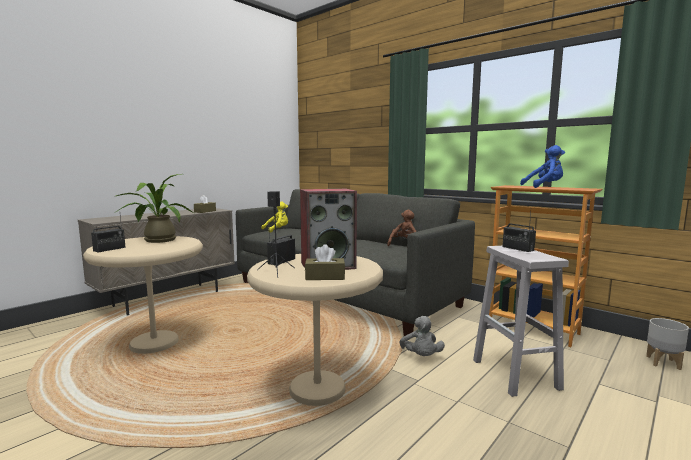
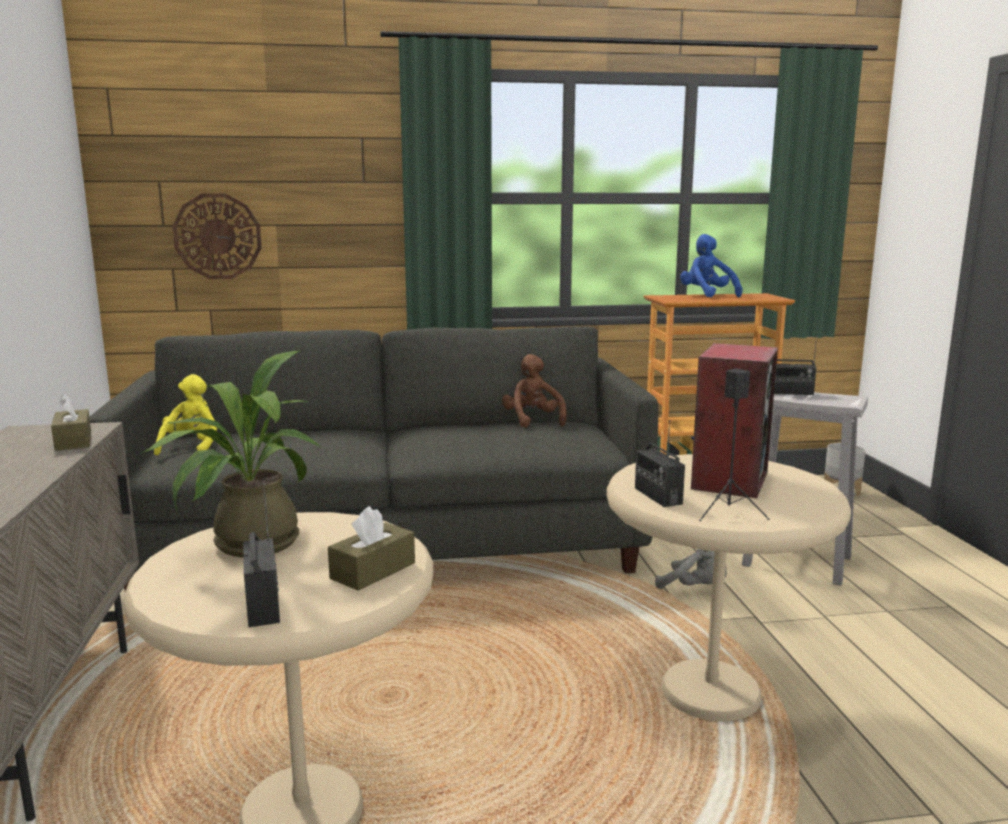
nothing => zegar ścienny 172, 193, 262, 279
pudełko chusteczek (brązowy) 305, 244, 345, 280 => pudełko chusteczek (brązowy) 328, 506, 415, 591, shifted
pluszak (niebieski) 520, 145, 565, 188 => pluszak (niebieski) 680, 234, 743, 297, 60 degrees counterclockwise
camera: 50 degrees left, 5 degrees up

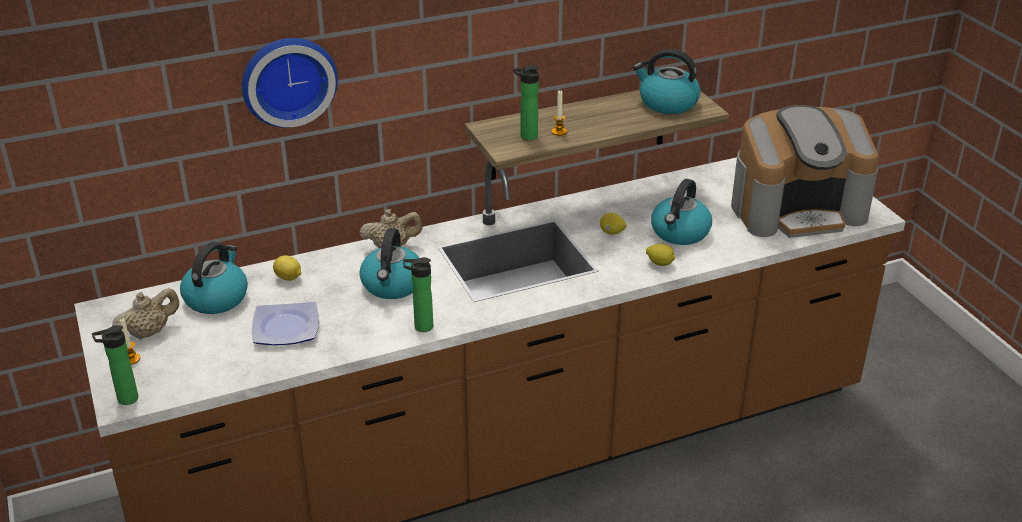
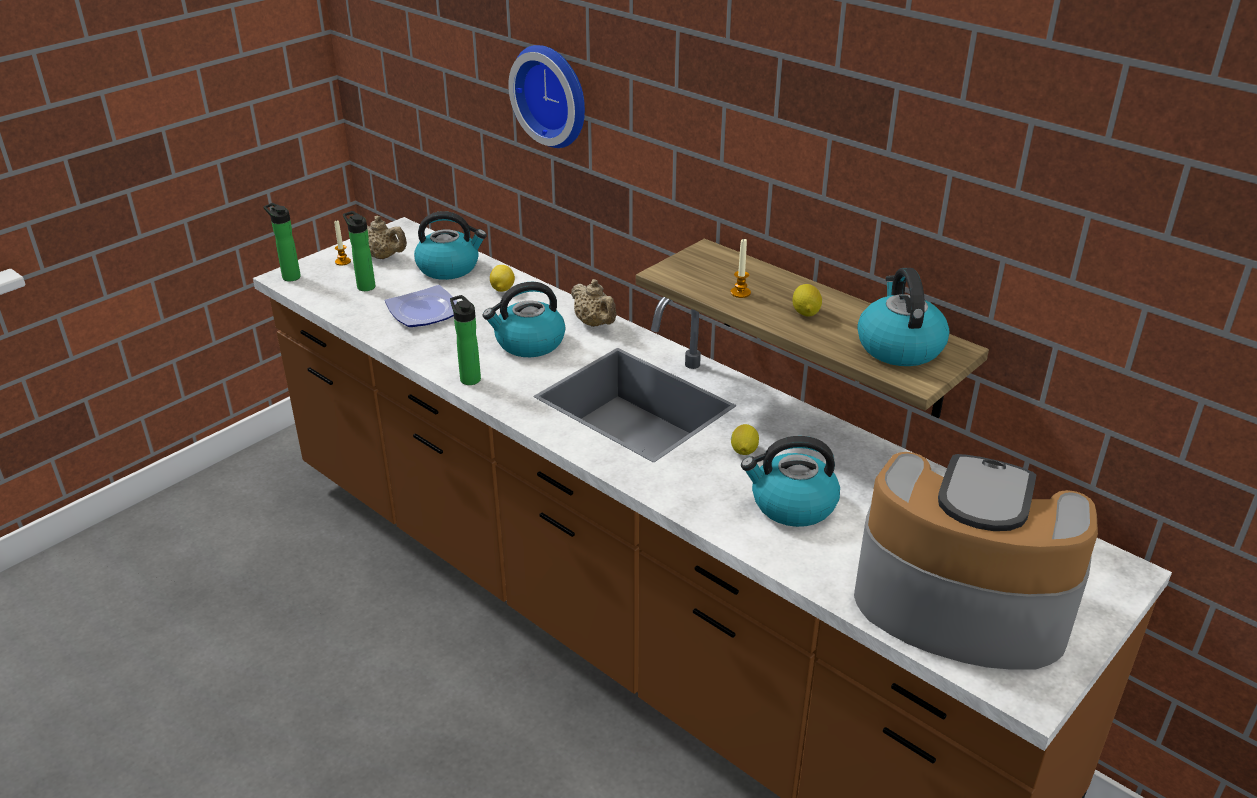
butelka 513, 65, 539, 140 => butelka 343, 211, 375, 291, shifted
cytryna 646, 244, 675, 266 => cytryna 792, 284, 822, 317, shifted
ekspres do kawy 731, 105, 879, 238 => ekspres do kawy 854, 452, 1098, 669, 150 degrees clockwise
camera: 65 degrees right, 0 degrees up

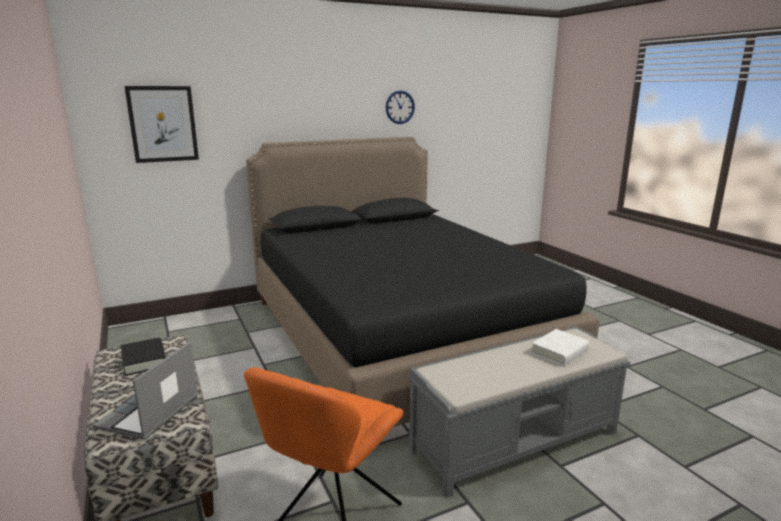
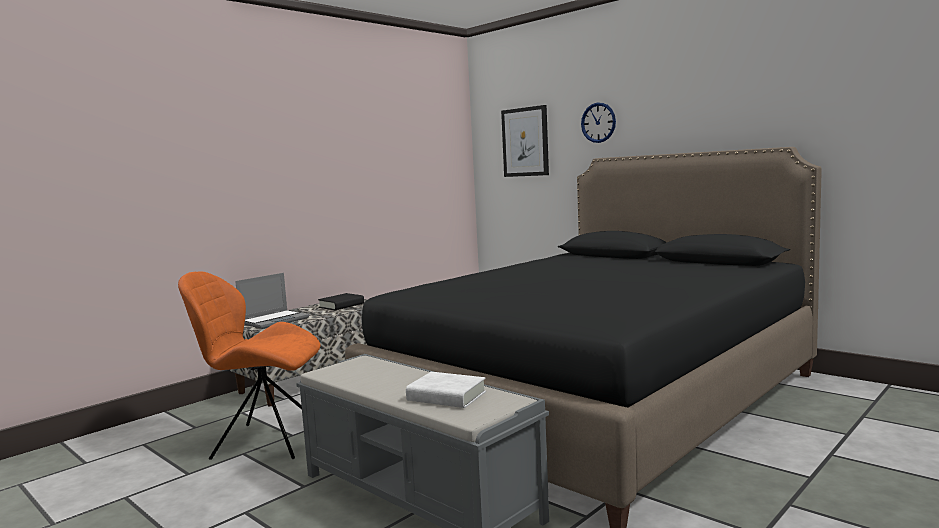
laptop 93, 341, 198, 440 => laptop 235, 273, 309, 329, 135 degrees clockwise
zegar ścienny 386, 90, 415, 124 => zegar ścienny 581, 103, 616, 143, shifted
camera: 70 degrees right, 10 degrees down

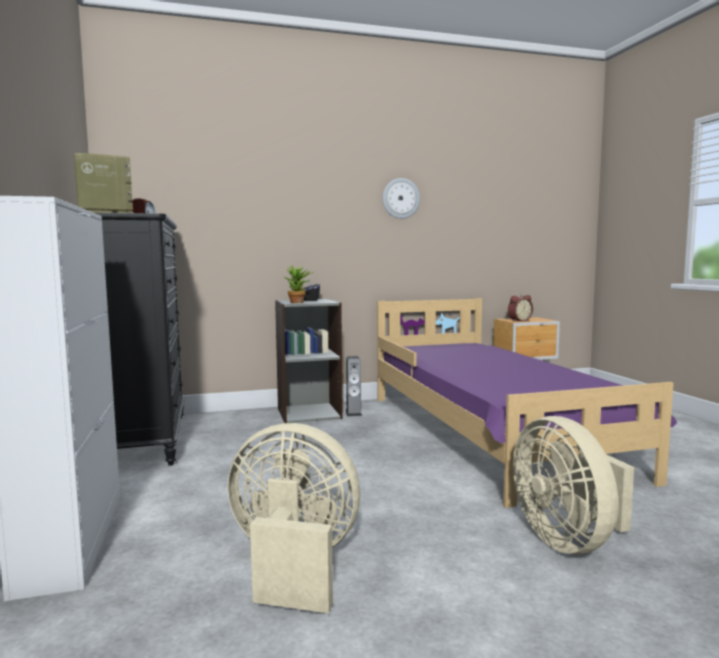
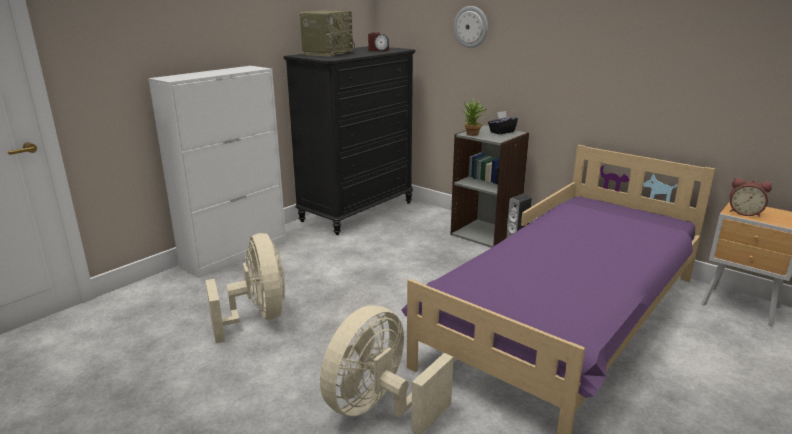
zegar ścienny 383, 178, 420, 219 => zegar ścienny 454, 6, 488, 48, shifted
camera: 55 degrees right, 15 degrees up

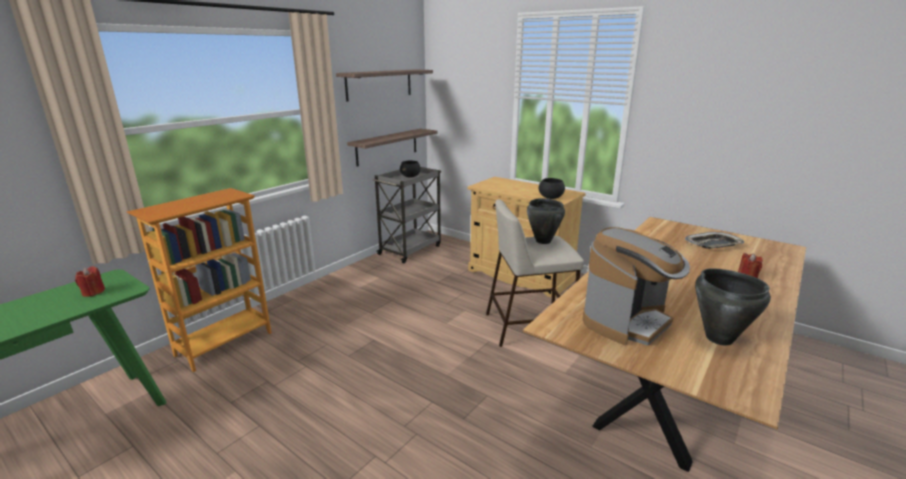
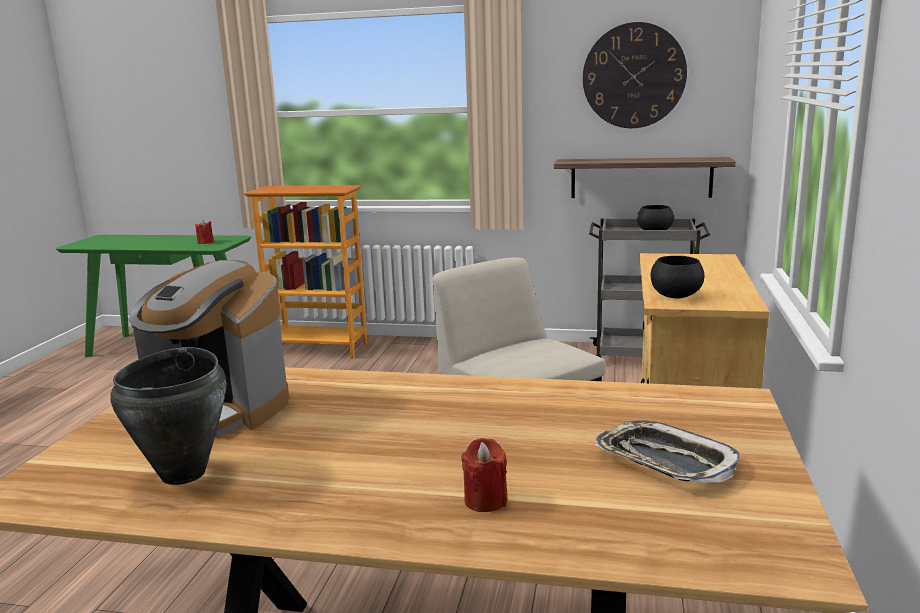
półka 336, 69, 433, 101 => zegar ścienny 583, 22, 687, 128
garnek (czarny) 527, 198, 565, 244 => nothing
camera: 65 degrees right, 5 degrees down

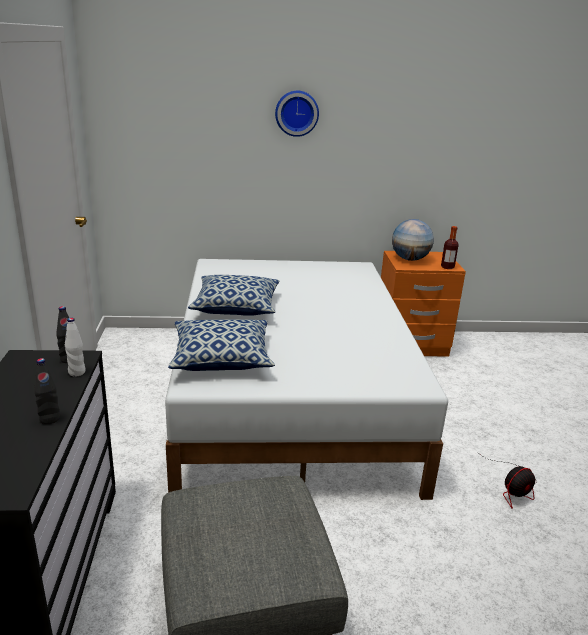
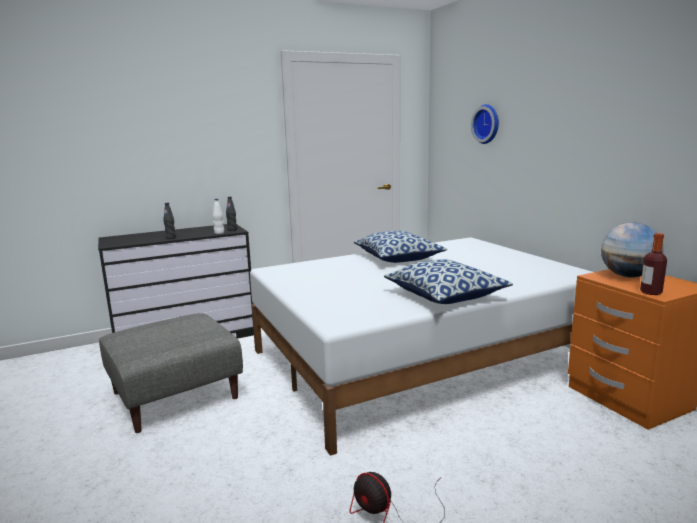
poduszka 168, 319, 275, 371 => poduszka 384, 259, 513, 304, shifted
zegar ścienny 275, 91, 319, 137 => zegar ścienny 471, 104, 499, 144, shifted
camera: 70 degrees right, 10 degrees down

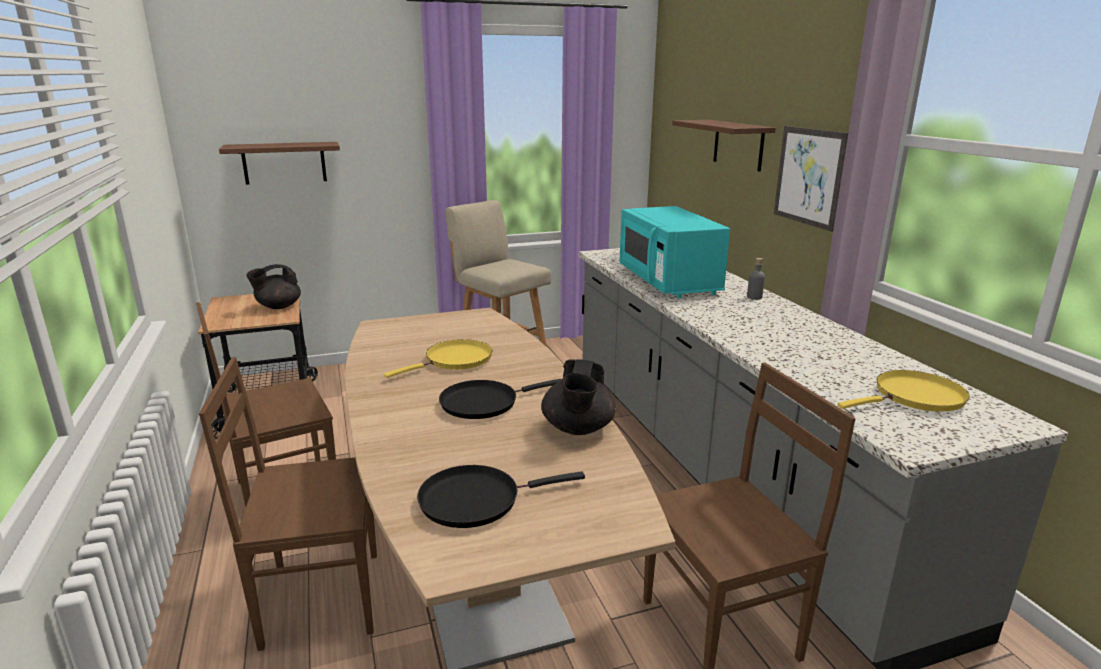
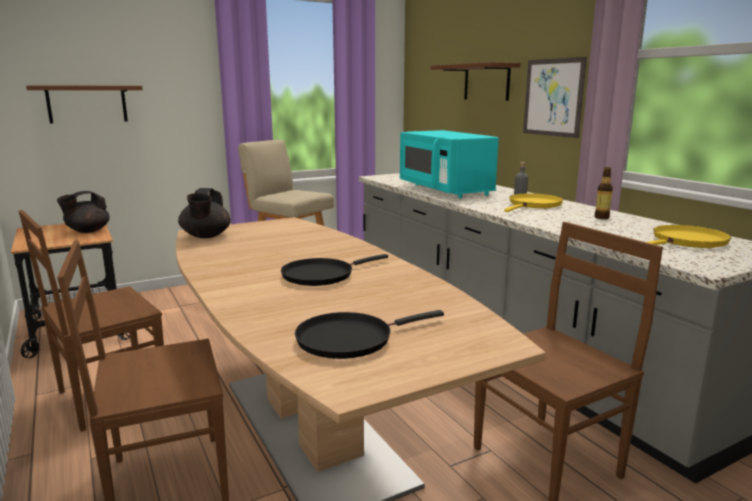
imbryk (czarny) 541, 359, 616, 435 => imbryk (czarny) 178, 188, 231, 238, shifted
patelnia (żółty) 384, 339, 493, 378 => patelnia (żółty) 504, 194, 563, 212, shifted
nothing => butelka 595, 167, 613, 219
camera: 10 degrees left, 5 degrees down

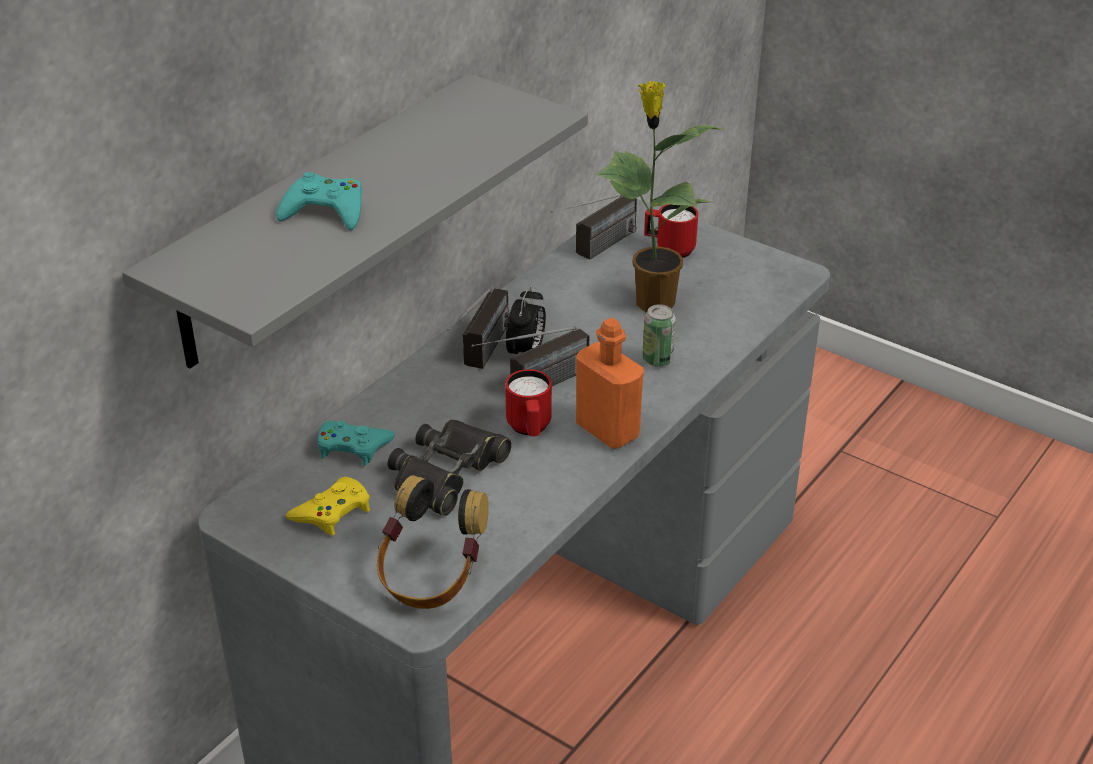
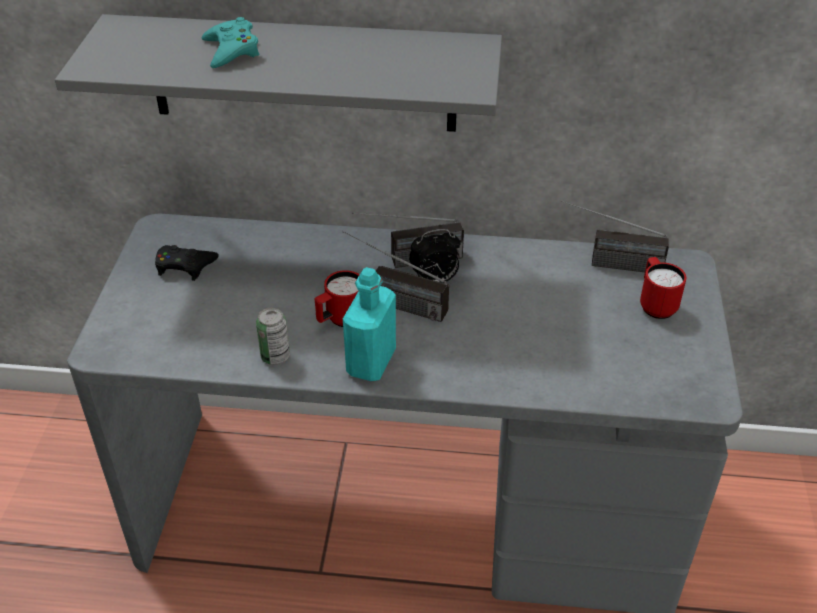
pad do gier (żółty) 286, 477, 370, 536 => pad do gier (czarny) 155, 245, 219, 281
puszka 642, 304, 676, 367 => puszka 256, 308, 290, 365, shifted
butelka (pomarańczowy) 576, 318, 644, 449 => butelka (turkusowy) 343, 267, 396, 381
pad do gier (turkusowy) 318, 421, 395, 466 => nothing
słuchawki 377, 475, 489, 609 => nothing
lornetka (czarny) 388, 420, 512, 516 => nothing
roślina doniczkowa 595, 81, 726, 313 => nothing
camera: 60 degrees right, 5 degrees up

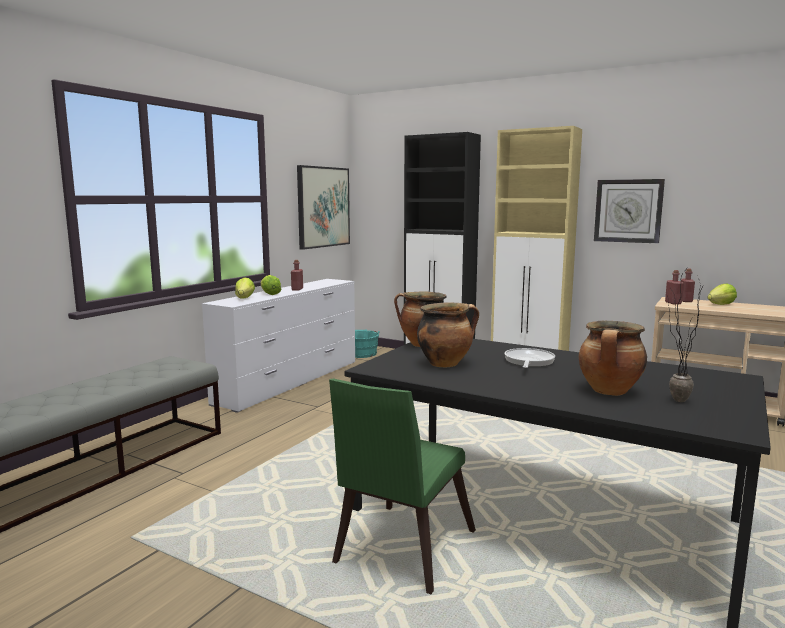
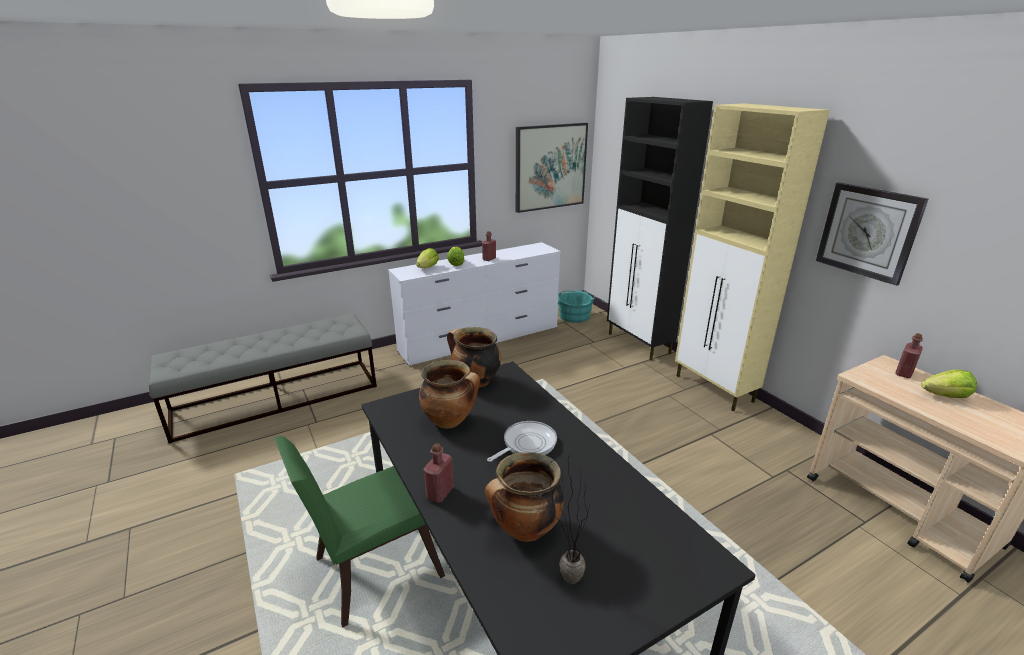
butelka (czerwony) 665, 270, 684, 304 => butelka (czerwony) 423, 443, 454, 503, shifted
camera: 30 degrees right, 15 degrees up

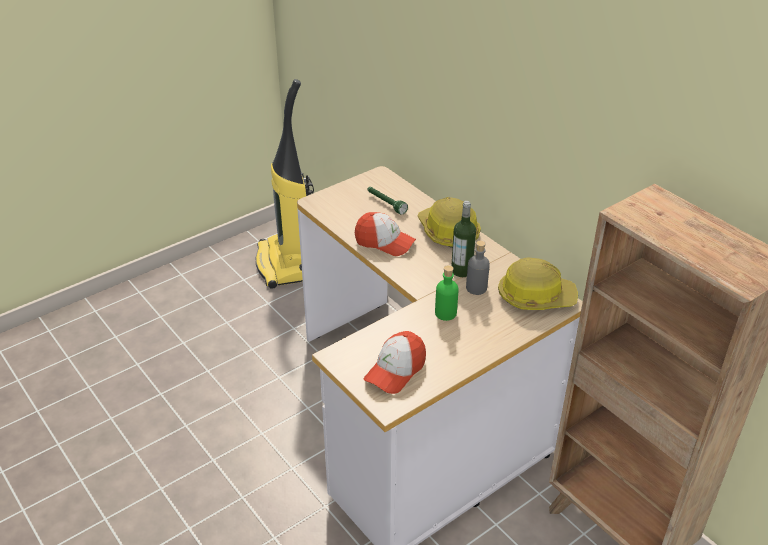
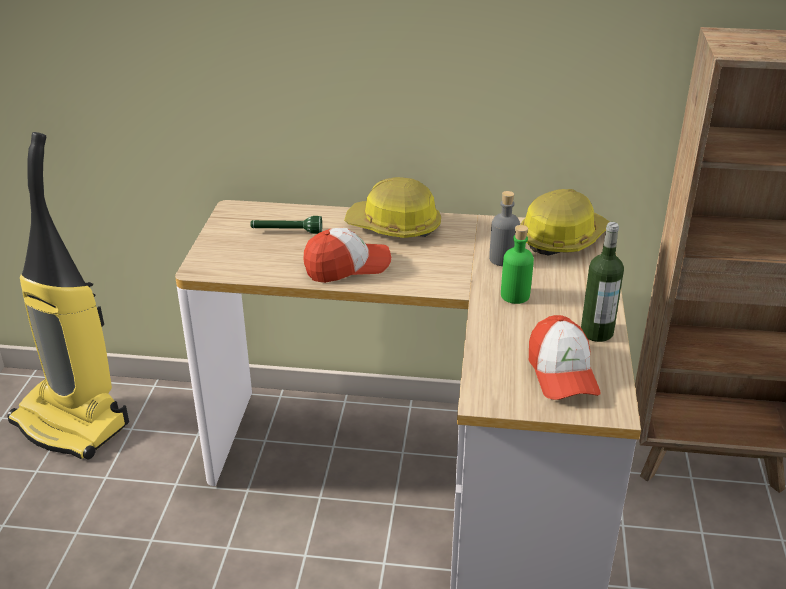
butelka 451, 201, 476, 277 => butelka 581, 222, 624, 342, shifted
camera: 45 degrees left, 5 degrees down

